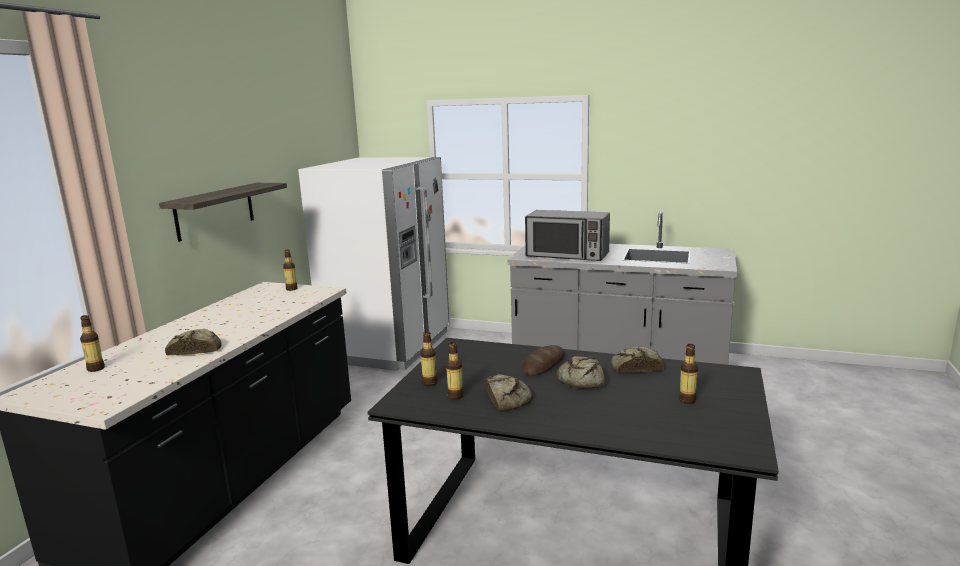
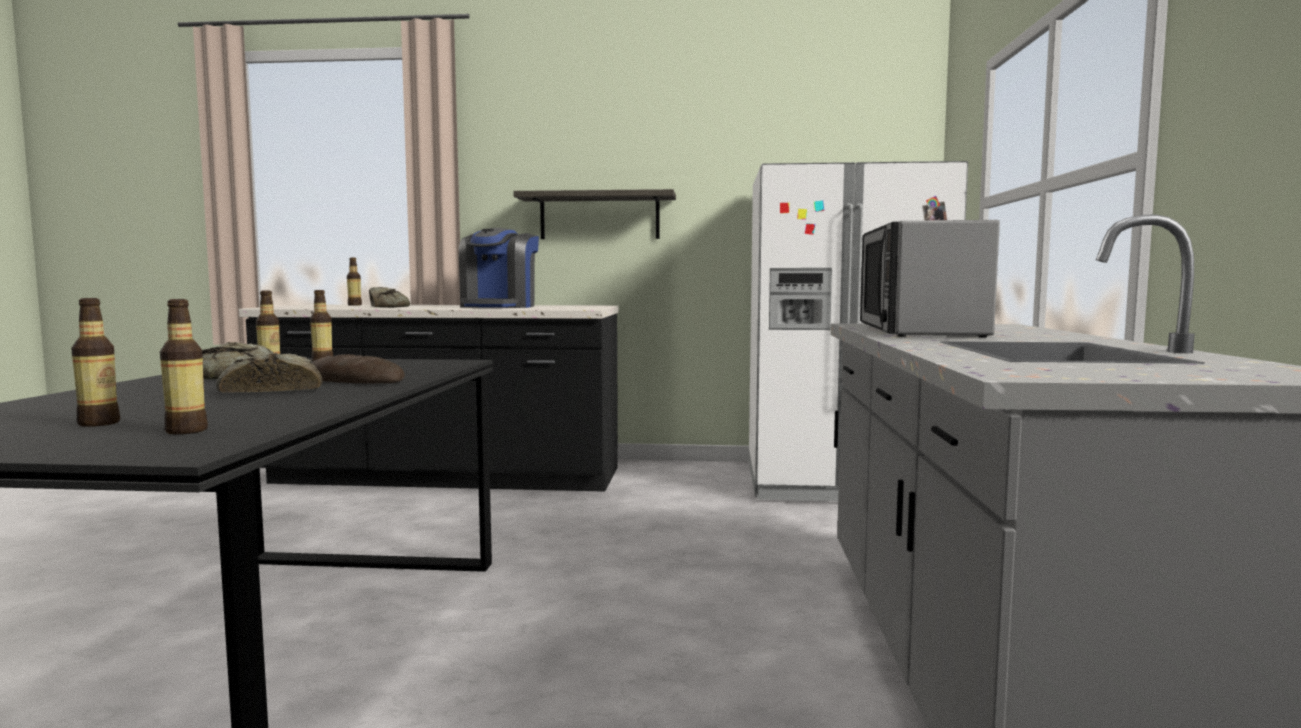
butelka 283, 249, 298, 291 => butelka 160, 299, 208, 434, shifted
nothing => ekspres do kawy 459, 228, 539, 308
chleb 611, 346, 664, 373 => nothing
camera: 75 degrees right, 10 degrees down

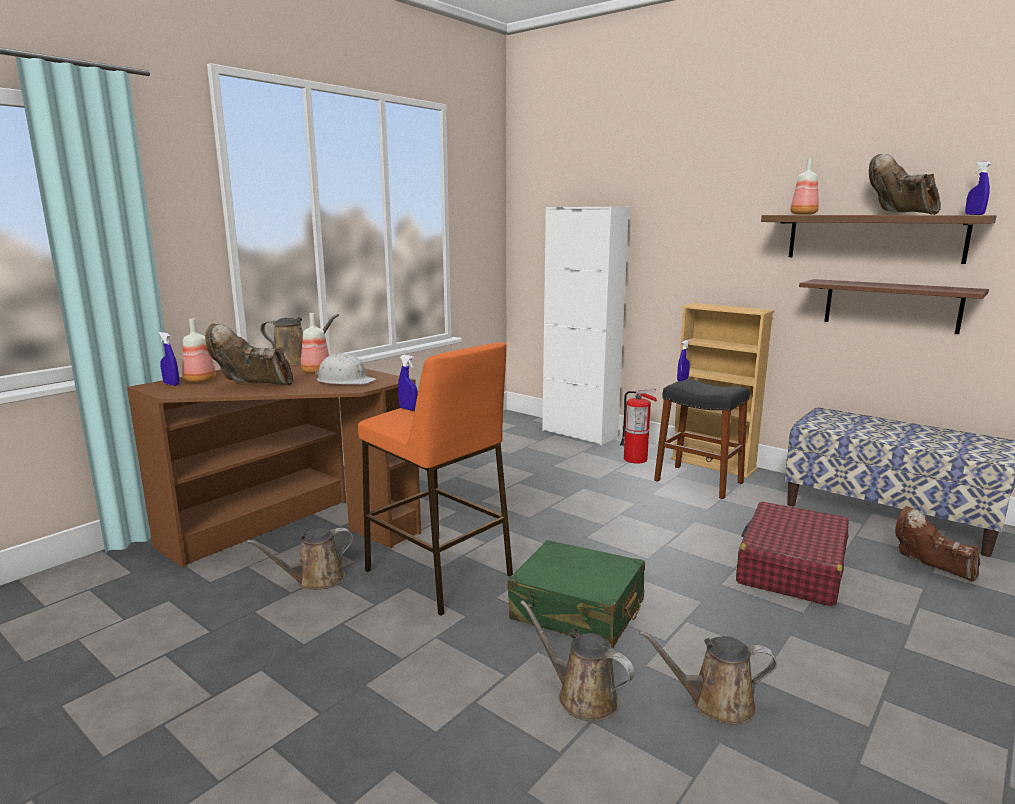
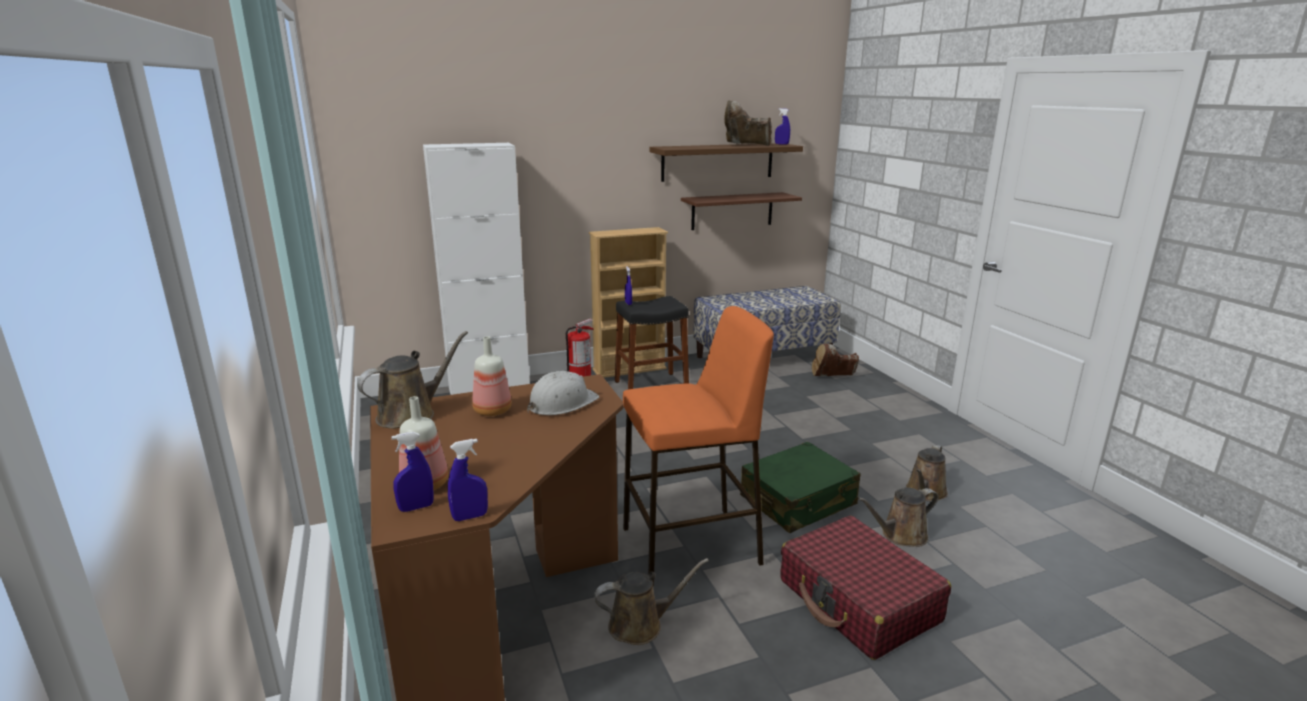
spryskiwacz (niebieski) 398, 355, 418, 411 => spryskiwacz (niebieski) 448, 439, 488, 521, shifted
konewka (brązowy) 246, 528, 353, 590 => konewka (brązowy) 594, 558, 709, 645, 105 degrees counterclockwise
walizka (czerwony) 736, 501, 849, 607 => walizka (czerwony) 780, 516, 951, 660, shifted
but z cholewką (brązowy) 205, 323, 293, 386 => nothing
butelka 790, 158, 819, 215 => nothing
camera: 60 degrees left, 5 degrees up

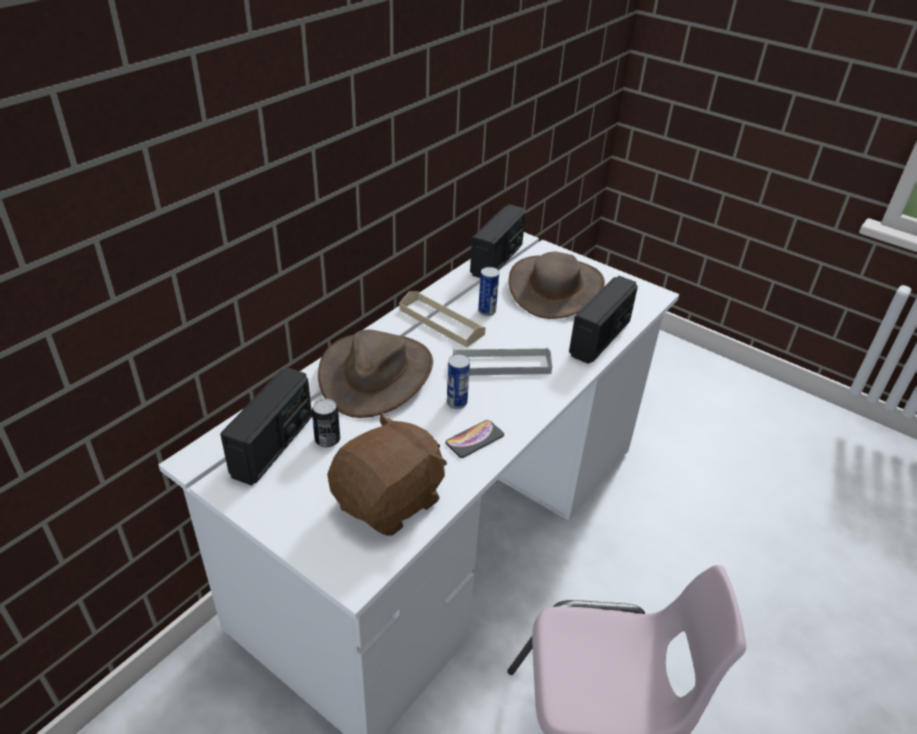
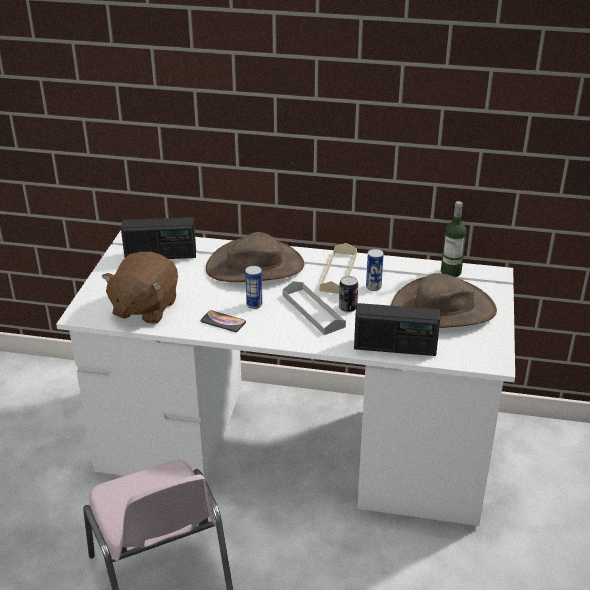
pluszak (brązowy) 327, 412, 447, 536 => pluszak (brązowy) 102, 252, 178, 324, 90 degrees clockwise
puszka 312, 398, 340, 448 => puszka 339, 276, 358, 313, shifted
radio 470, 204, 526, 278 => butelka 441, 201, 467, 277
camera: 65 degrees right, 5 degrees down

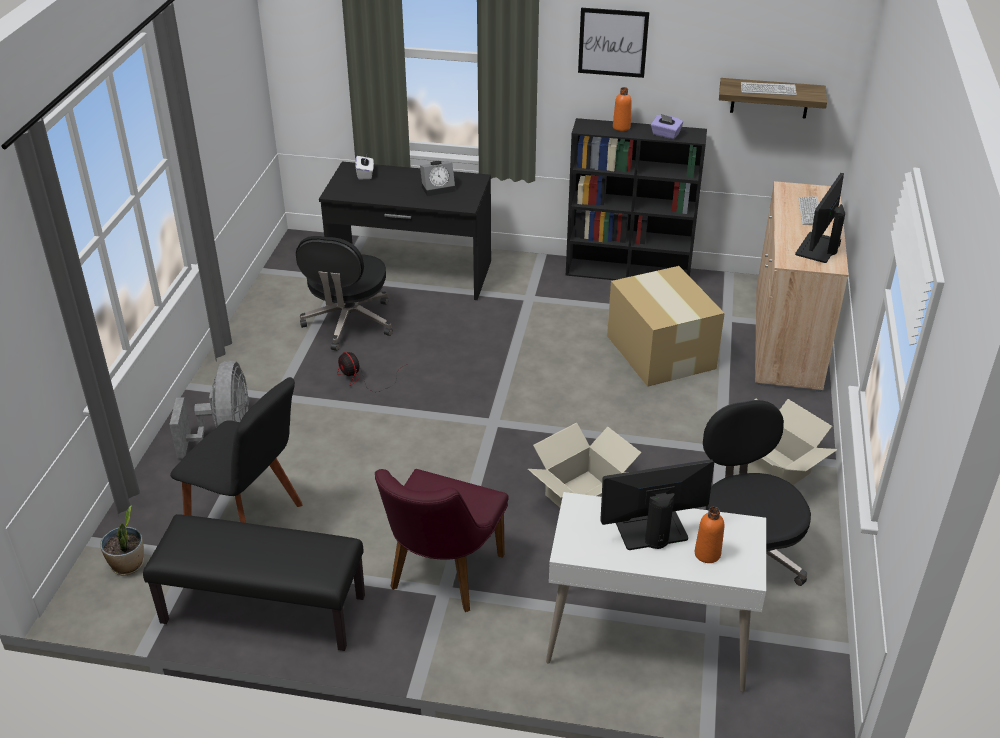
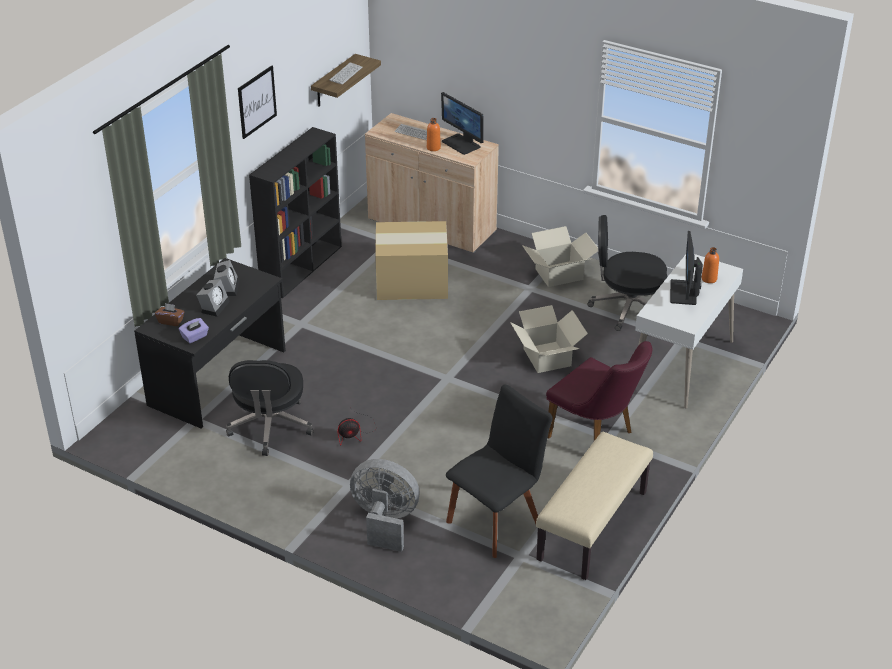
pudełko chusteczek (biały) 355, 155, 374, 180 => pudełko chusteczek (brązowy) 155, 303, 184, 326
pudełko chusteczek (fioletowy) 651, 114, 683, 139 => pudełko chusteczek (fioletowy) 179, 318, 209, 344, shifted
nothing => budzik 196, 279, 230, 317
krzesło biurowe (czarny) 296, 236, 393, 351 => krzesło biurowe (czarny) 226, 360, 314, 456, 60 degrees clockwise
butelka (pomarańczowy) 613, 87, 632, 131 => butelka (pomarańczowy) 427, 118, 441, 151, shifted
ławka (czarny) 143, 514, 365, 651 => ławka (beżowy) 536, 432, 653, 580
roślina doniczkowa 100, 505, 144, 576 => nothing
camera: 70 degrees left, 0 degrees up

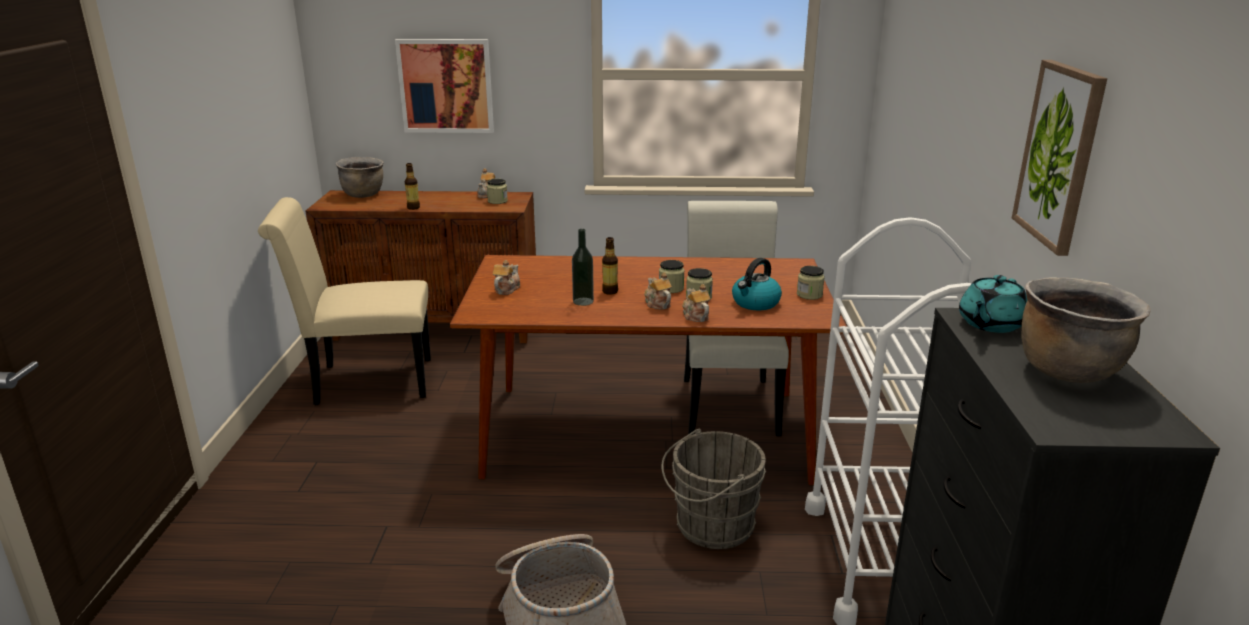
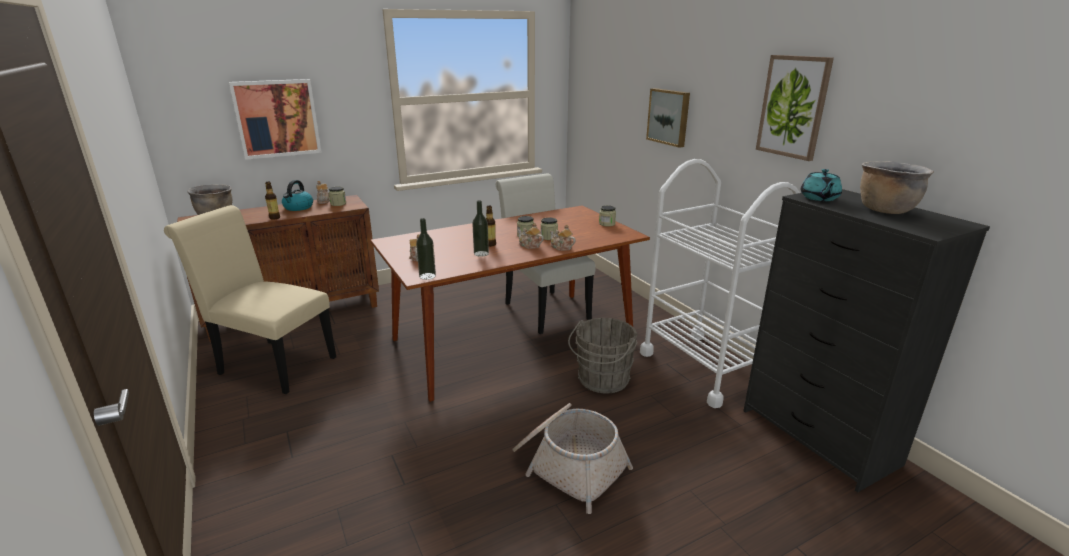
krzesło (beżowy) 258, 197, 431, 405 => krzesło (beżowy) 164, 205, 336, 394, 60 degrees clockwise
czajnik 732, 258, 782, 310 => czajnik 282, 180, 313, 211, shifted
nothing => butelka 416, 218, 436, 280
nothing => obraz 646, 88, 690, 148
camera: 30 degrees left, 0 degrees up

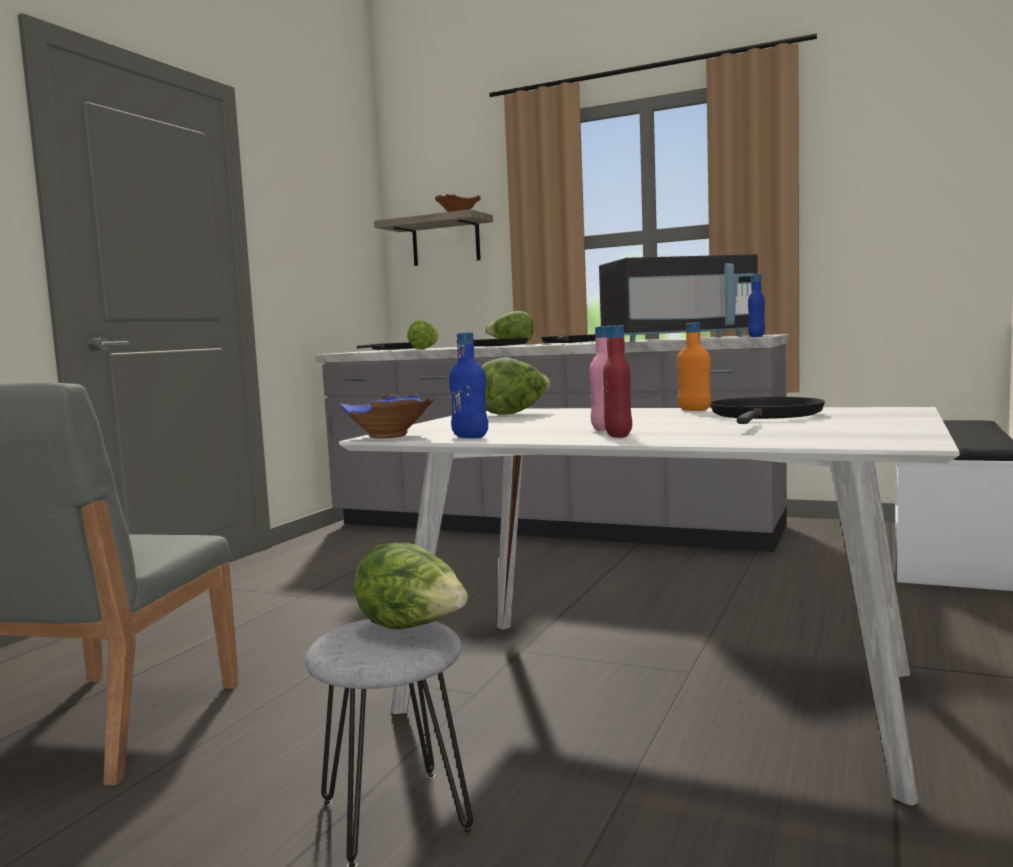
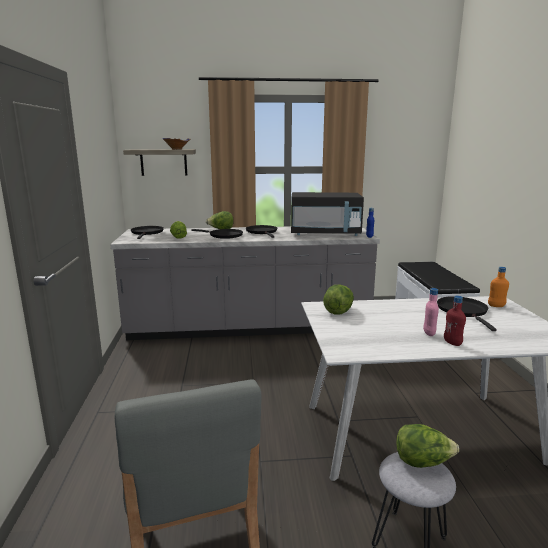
mikrofalówka (czarny) 599, 254, 758, 342 => mikrofalówka (czarny) 291, 192, 364, 236, 45 degrees clockwise
butelka (pomarańczowy) 677, 322, 712, 411 => butelka (pomarańczowy) 488, 267, 509, 307, shifted
miska (niebieski) 339, 394, 434, 439 => nothing
butelka (niebieski) 449, 332, 488, 438 => nothing
camera: 30 degrees left, 10 degrees up

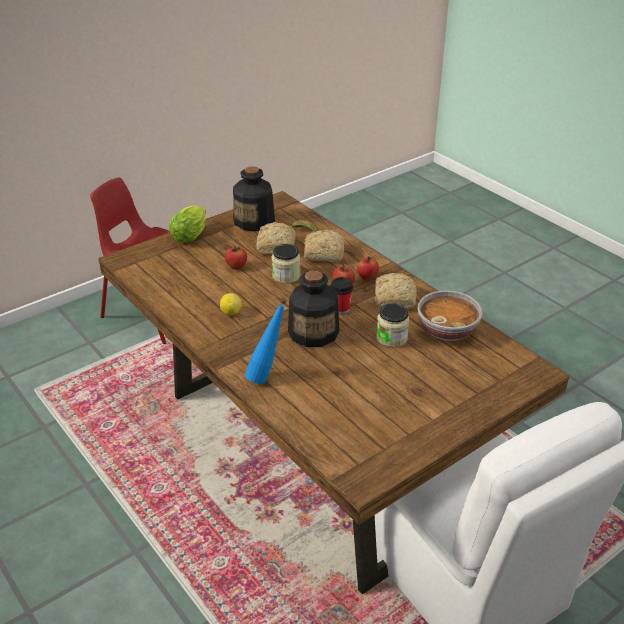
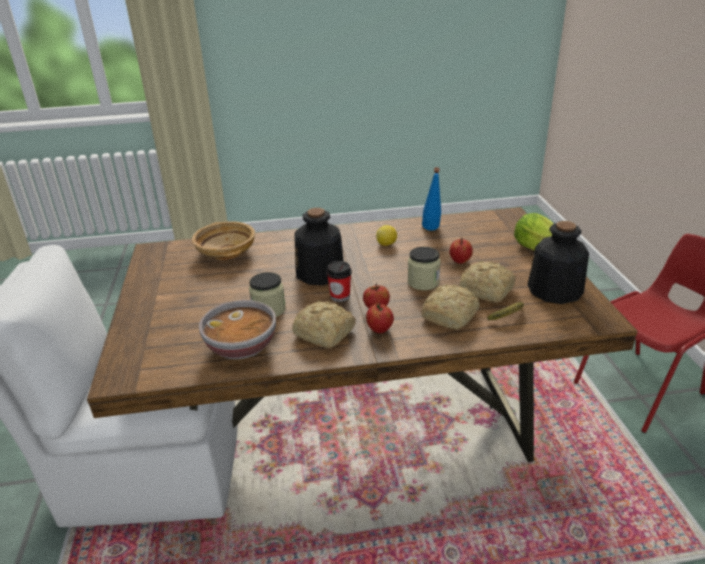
nothing => miska (beżowy) 192, 221, 255, 260
butelka (niebieski) 245, 298, 287, 384 => butelka (niebieski) 422, 167, 441, 231, shifted
camera: 120 degrees right, 5 degrees down

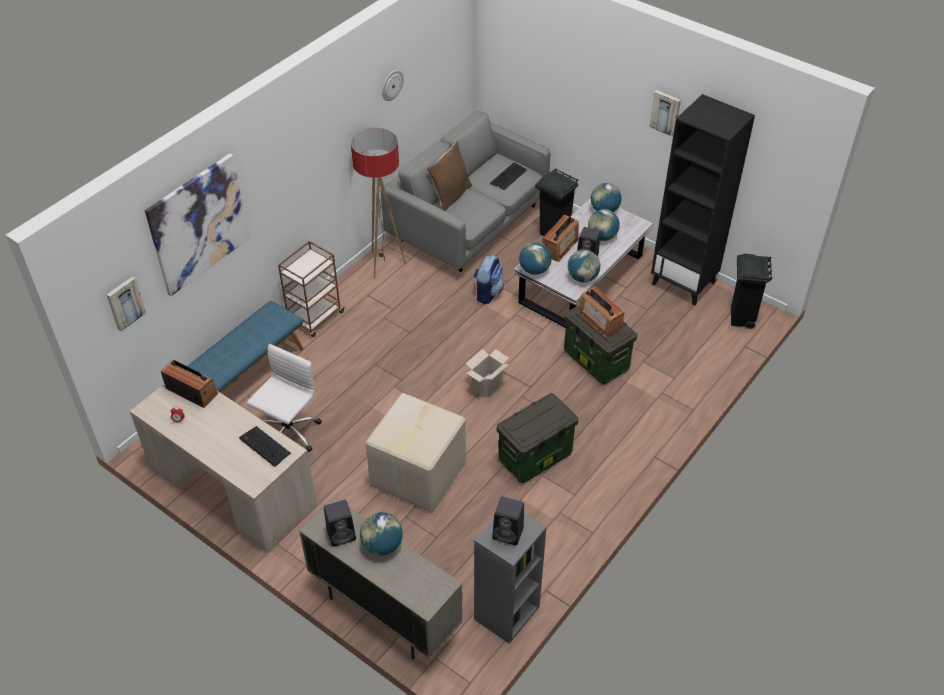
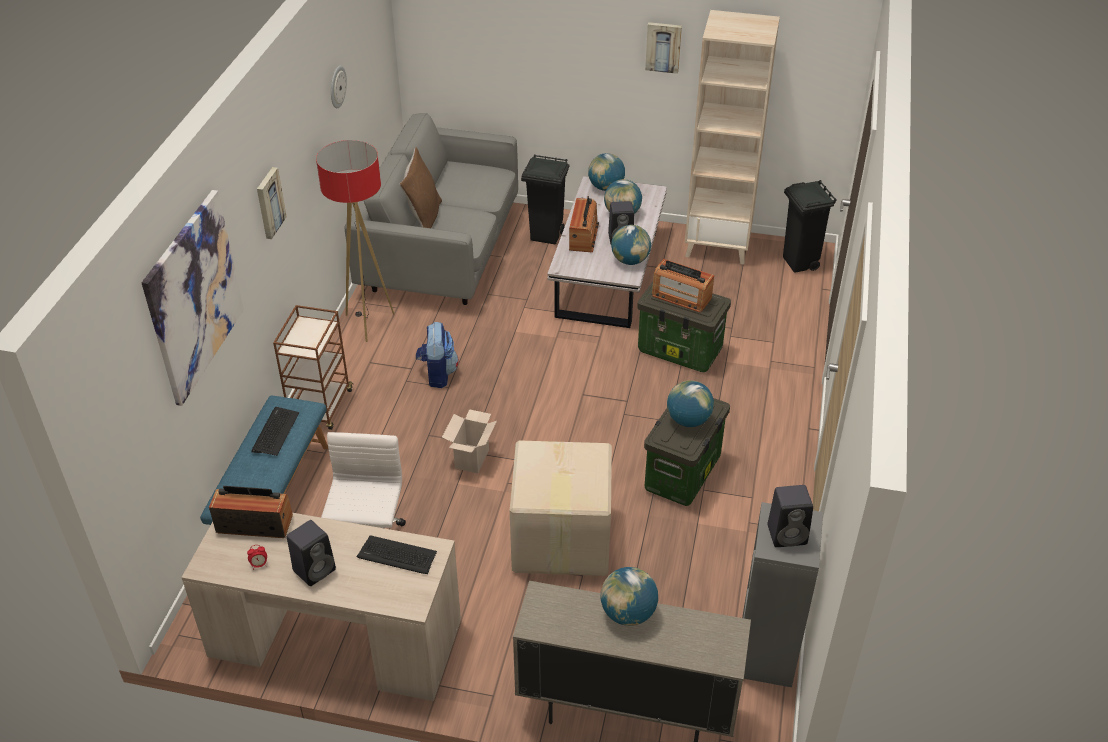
klawiatura 490, 163, 527, 190 => klawiatura 251, 407, 299, 456, shifted
obraz 107, 277, 146, 331 => obraz 257, 167, 287, 239, shifted
głośnik (czarny) 324, 500, 356, 547 => głośnik (czarny) 287, 520, 336, 586, shifted
plecak 474, 255, 504, 304 => plecak 416, 322, 459, 388, shifted
karton 465, 349, 509, 398 => karton 442, 409, 497, 473, shifted
globus 519, 242, 552, 275 => globus 667, 380, 714, 427, shifted
regał (czarny) 651, 94, 755, 306 => regał (beżowy) 685, 10, 780, 265
camera: 25 degrees left, 5 degrees down

